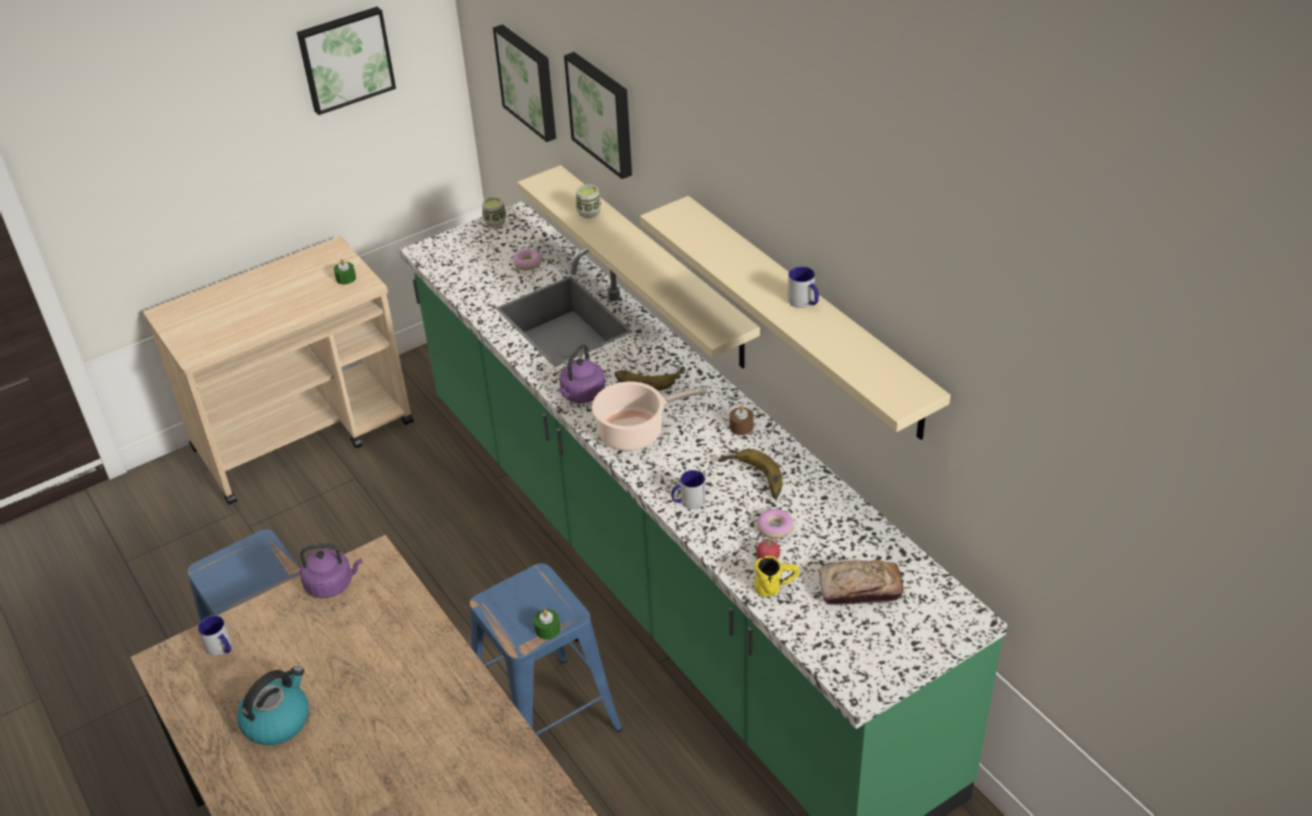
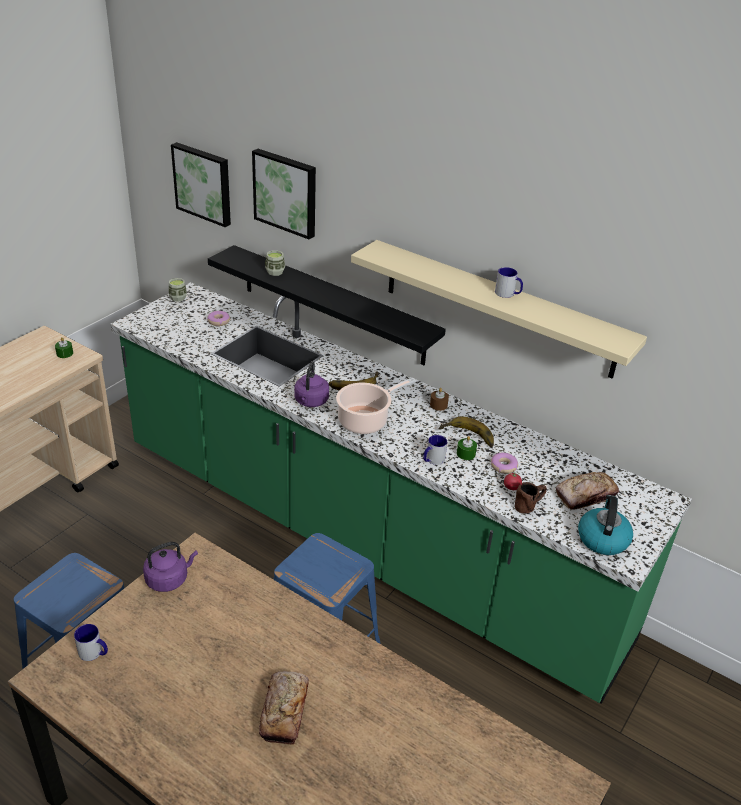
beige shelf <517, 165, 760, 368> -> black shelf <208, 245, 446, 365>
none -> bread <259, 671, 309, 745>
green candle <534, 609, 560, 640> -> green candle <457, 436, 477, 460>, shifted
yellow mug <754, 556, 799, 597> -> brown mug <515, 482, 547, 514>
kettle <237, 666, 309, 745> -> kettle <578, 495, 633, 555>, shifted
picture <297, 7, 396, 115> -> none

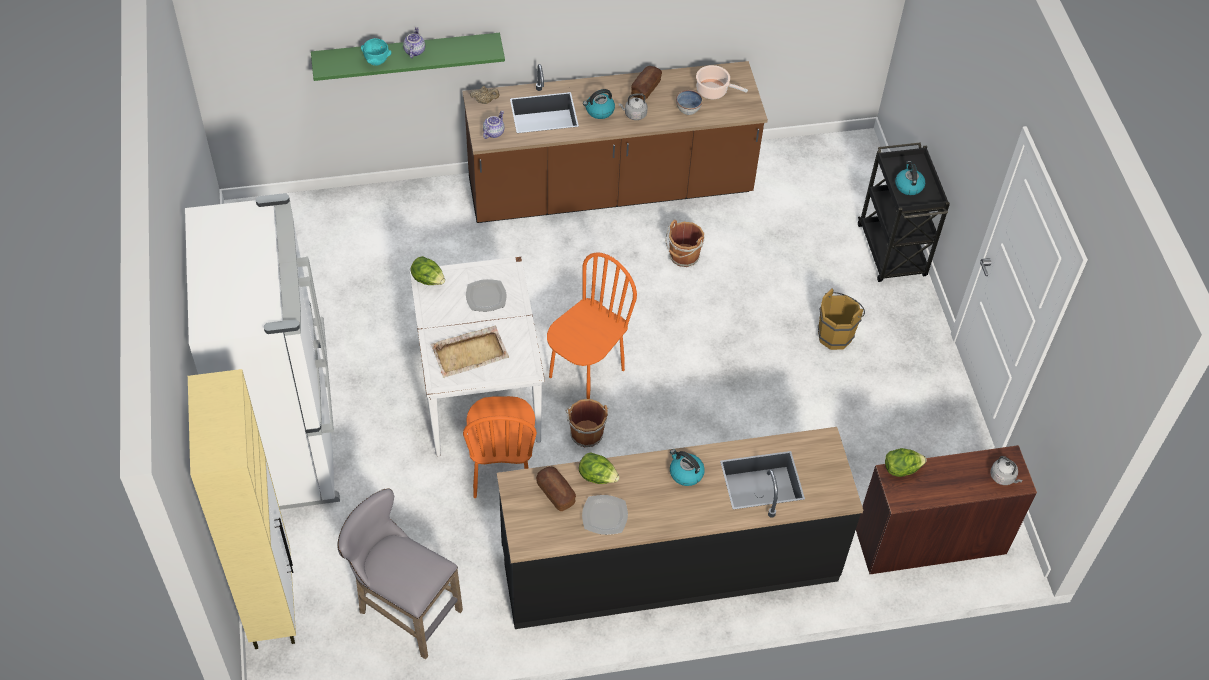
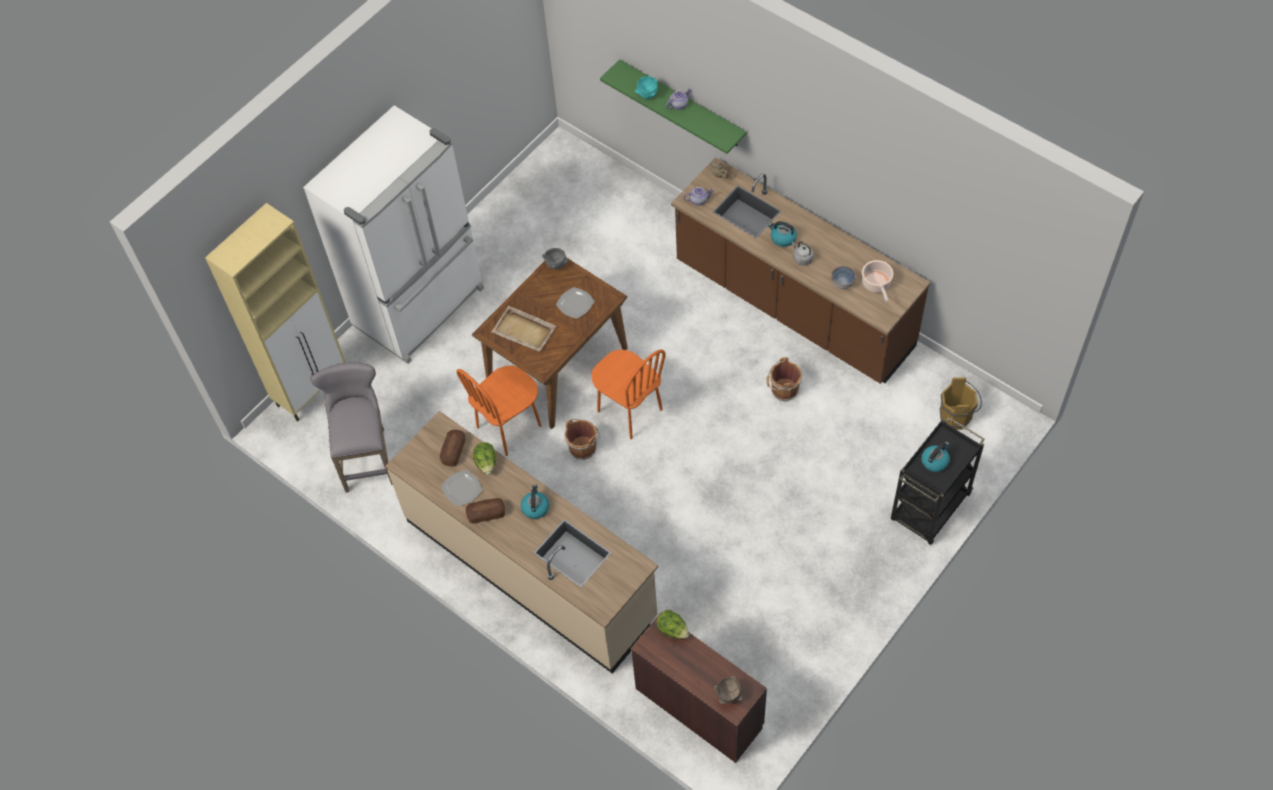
black counter <497, 427, 863, 629> -> beige counter <385, 411, 658, 673>
bread <631, 66, 662, 100> -> bread <466, 498, 505, 523>, shifted
white dining table <410, 256, 545, 456> -> brown dining table <472, 258, 628, 429>
lettuce <410, 256, 445, 285> -> grey bowl <542, 248, 568, 270>
orange chair <547, 252, 637, 399> -> orange chair <591, 349, 666, 439>, 45 degrees clockwise
grey kettle <990, 456, 1022, 485> -> brown bowl <714, 676, 742, 705>
brown bucket <818, 289, 865, 350> -> brown bucket <940, 377, 982, 430>, shifted

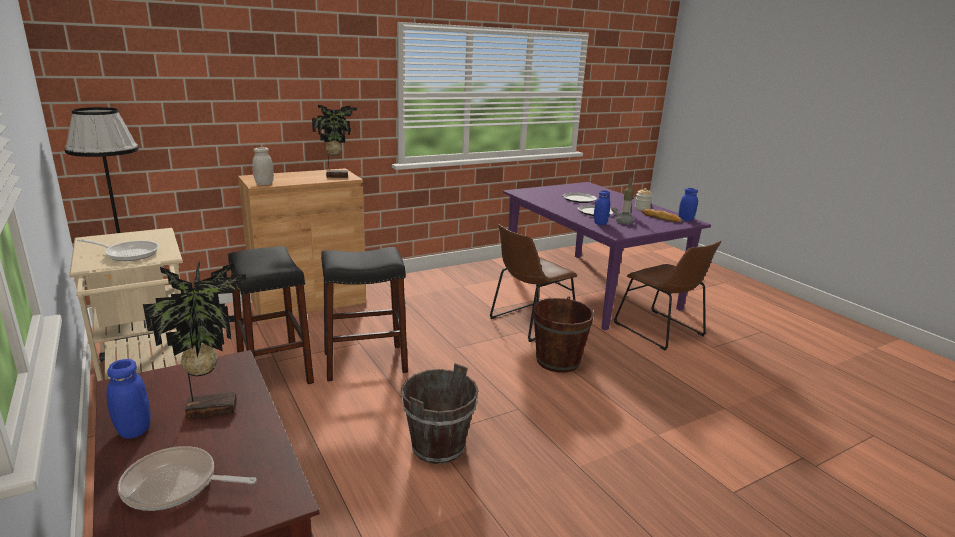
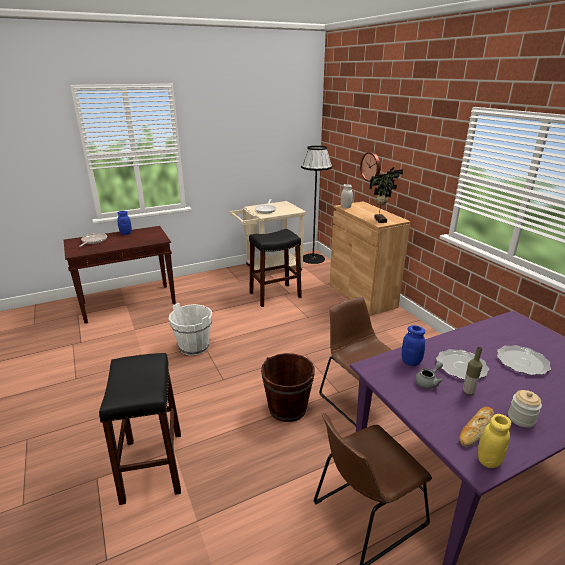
black stool <321, 247, 408, 381> -> black stool <99, 353, 181, 505>, shifted
brown bucket <401, 363, 479, 464> -> white bucket <169, 303, 212, 356>
none -> wall clock <360, 152, 381, 182>
blue jar <679, 188, 698, 221> -> yellow jar <478, 414, 511, 468>
potted plant <143, 260, 247, 419> -> none

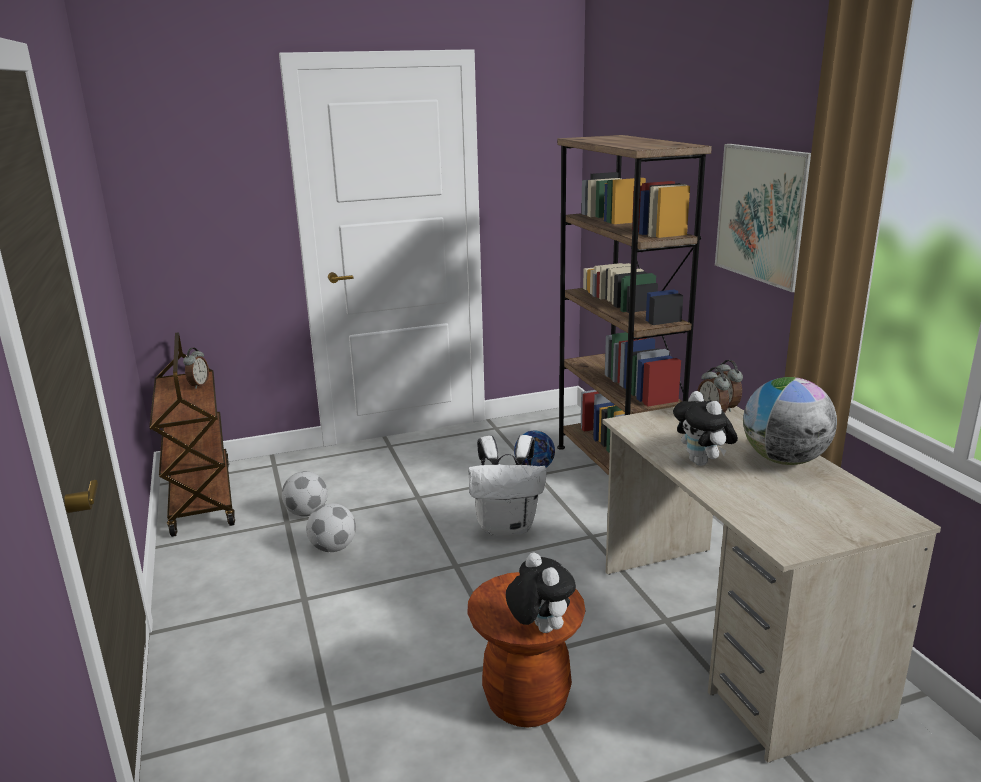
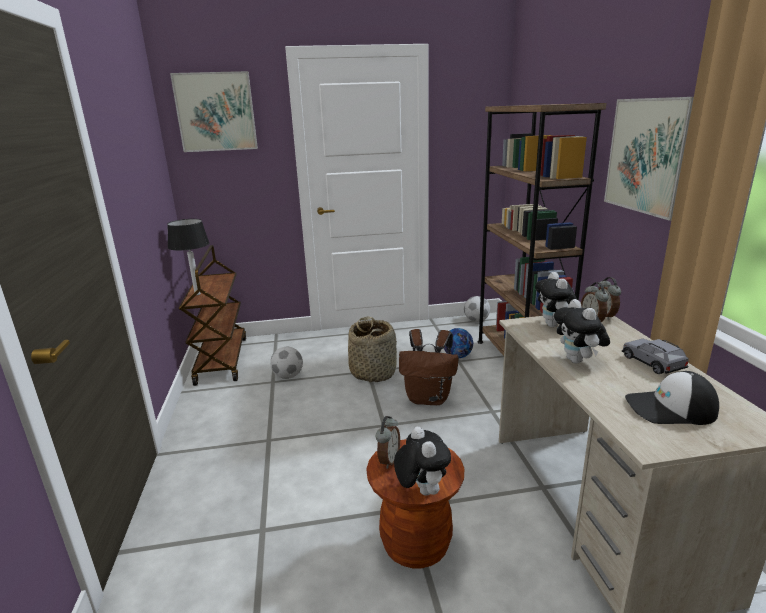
none -> table lamp <167, 219, 209, 295>
none -> picture <170, 71, 258, 152>
none -> basket <348, 317, 397, 382>
alarm clock <183, 348, 209, 389> -> alarm clock <376, 416, 400, 469>, shifted
white backpack <469, 435, 547, 536> -> brown backpack <399, 329, 459, 405>
football <306, 503, 356, 552> -> football <464, 296, 490, 322>, shifted
none -> plush toy <535, 272, 577, 327>
globe <743, 377, 837, 465> -> grey toy car <622, 339, 689, 374>
none -> cap <625, 371, 719, 425>

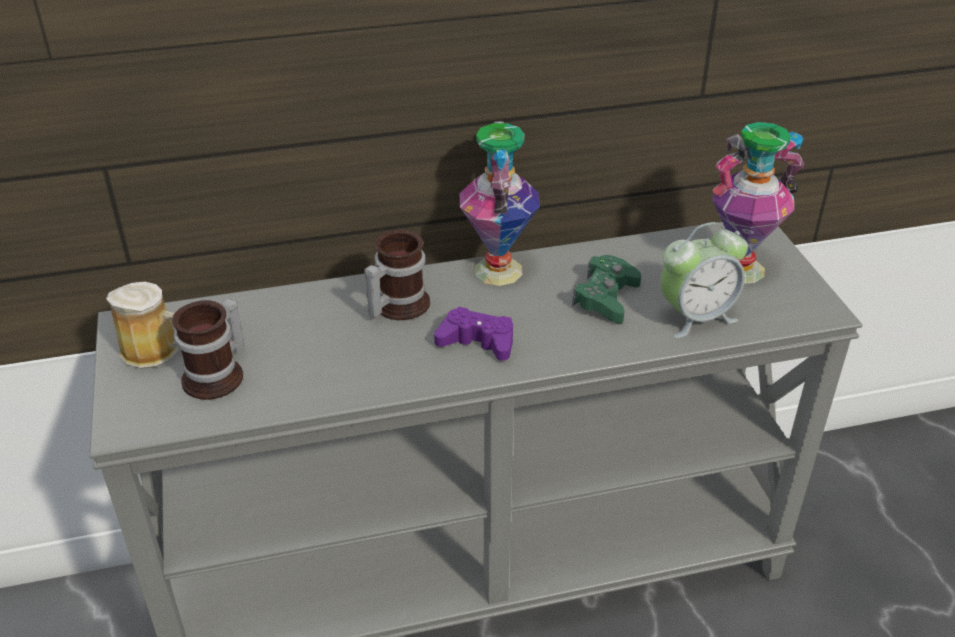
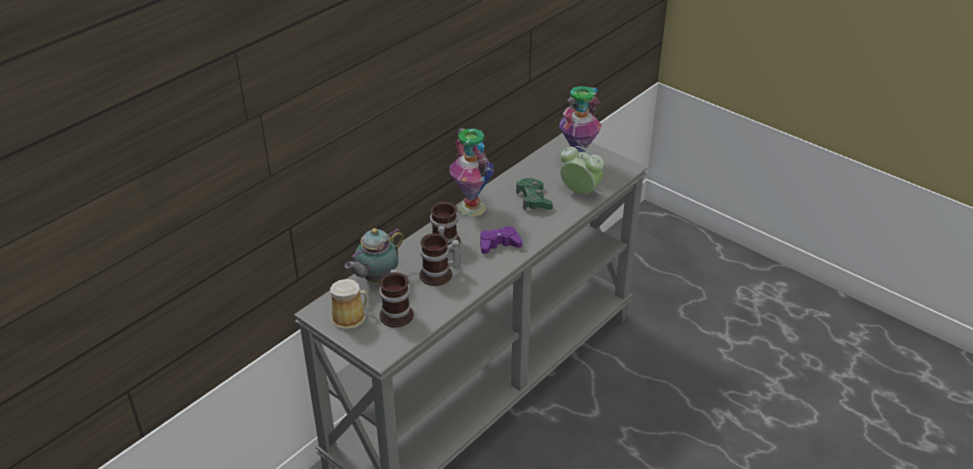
none -> teapot <345, 228, 404, 283>
none -> mug <419, 234, 460, 286>
alarm clock <660, 222, 748, 338> -> alarm clock <560, 146, 604, 195>, 90 degrees counterclockwise

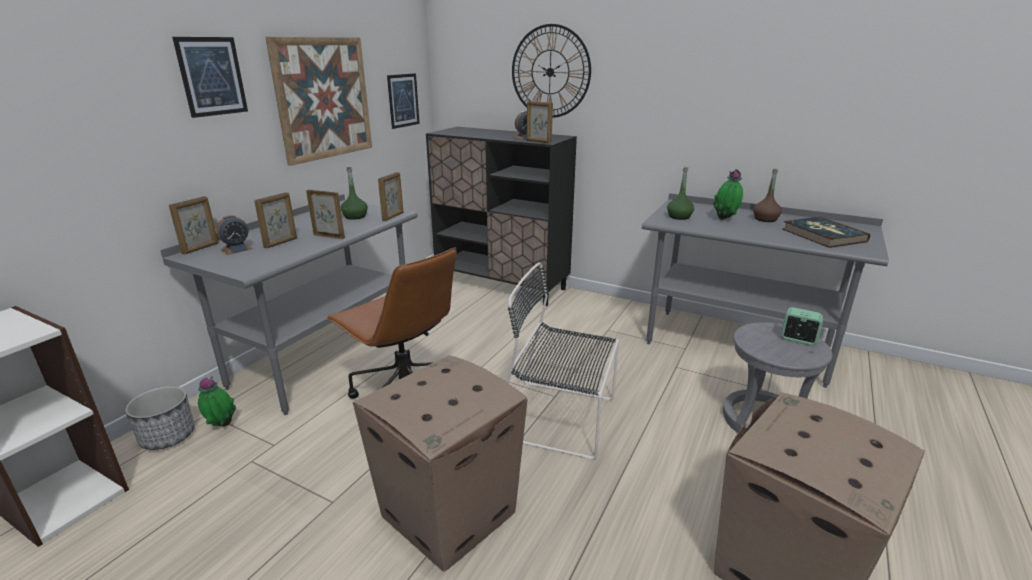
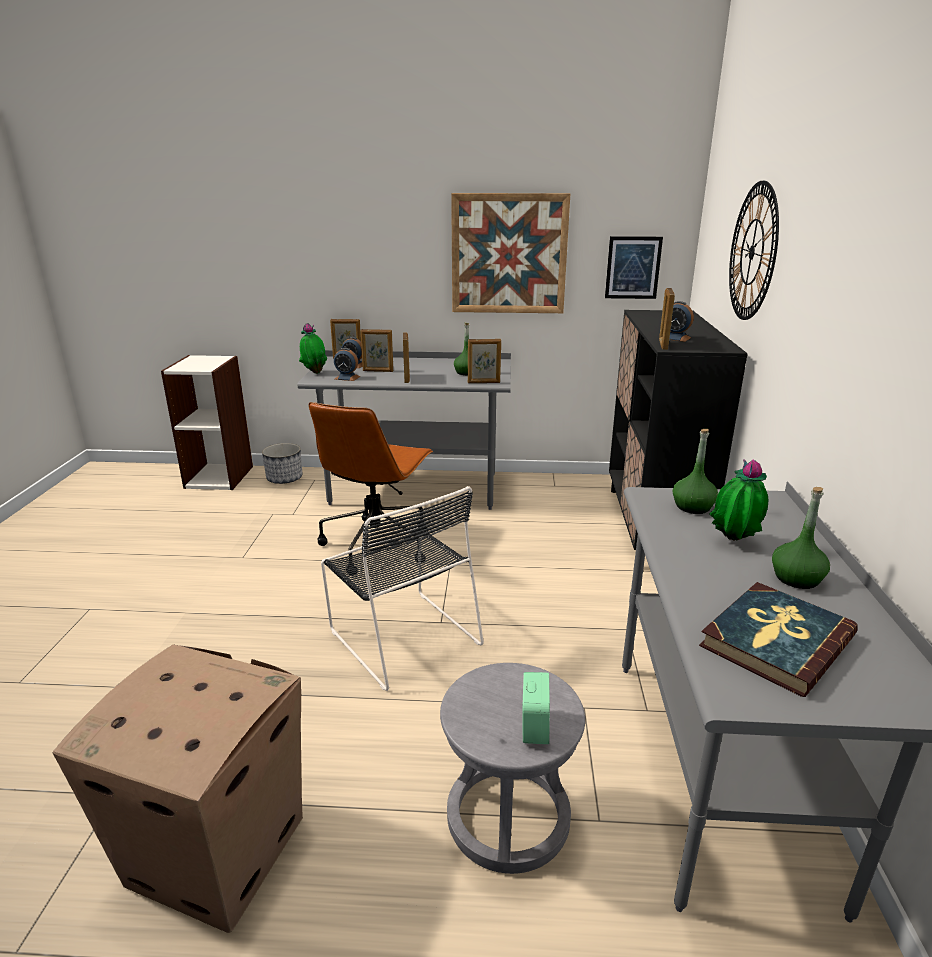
potted plant <198, 376, 236, 426> -> potted plant <299, 323, 328, 374>, shifted
black chair <506, 262, 619, 460> -> black chair <321, 486, 484, 691>, 150 degrees clockwise
none -> alarm clock <334, 348, 360, 381>
brown bottle <753, 168, 782, 222> -> green bottle <772, 487, 830, 589>
picture <172, 37, 248, 118> -> none
cardboard box <353, 355, 528, 572> -> none

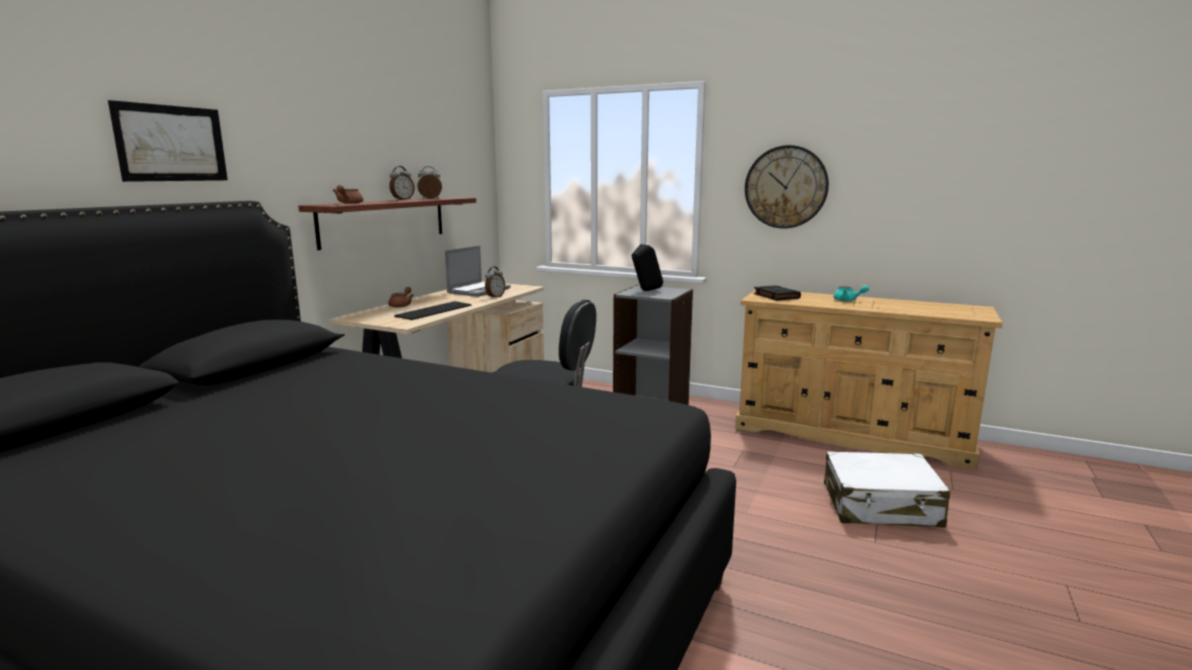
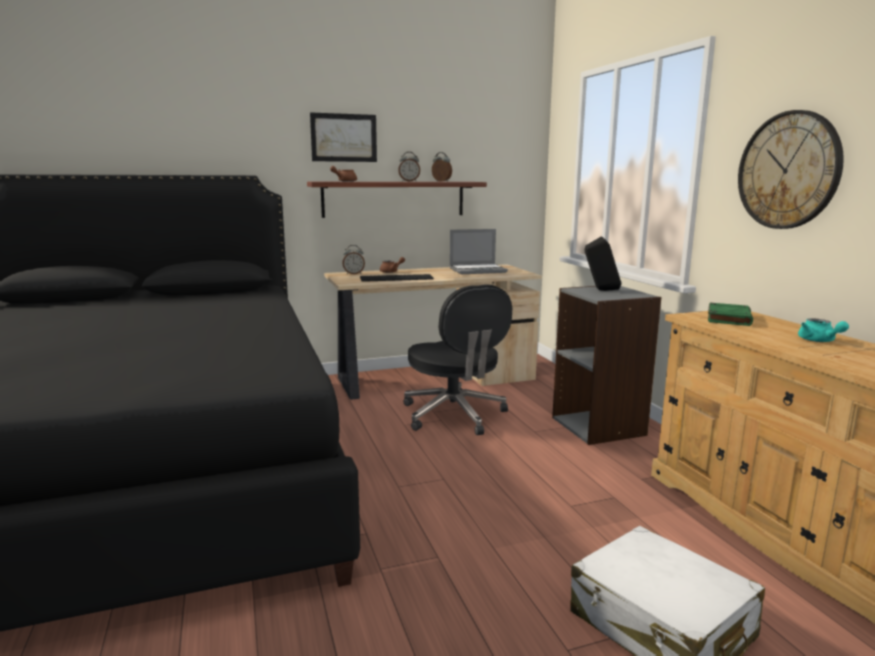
picture <108, 100, 228, 182> -> picture <310, 112, 377, 162>, shifted
alarm clock <485, 266, 505, 299> -> alarm clock <342, 245, 365, 274>, shifted
black book <754, 285, 801, 301> -> green book <708, 303, 753, 326>

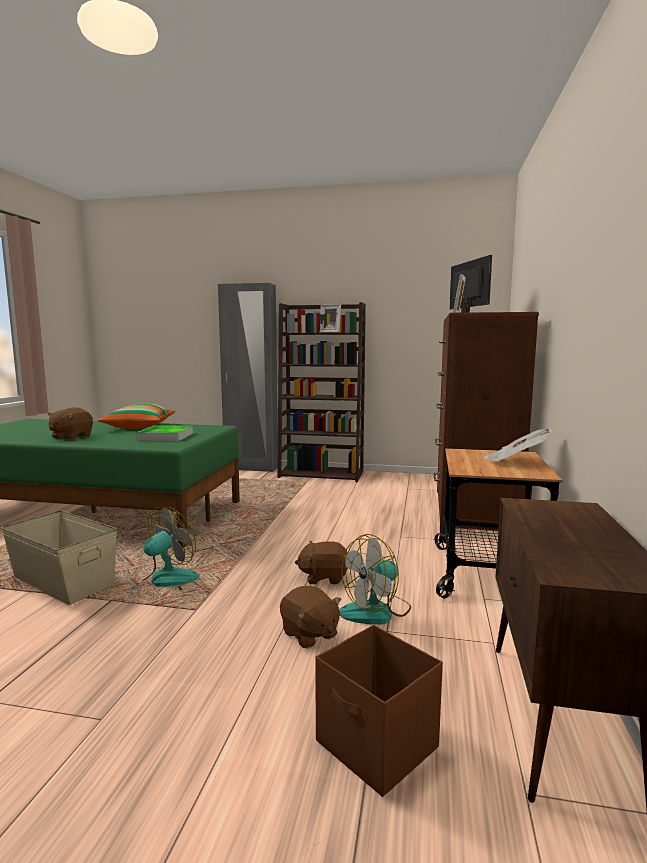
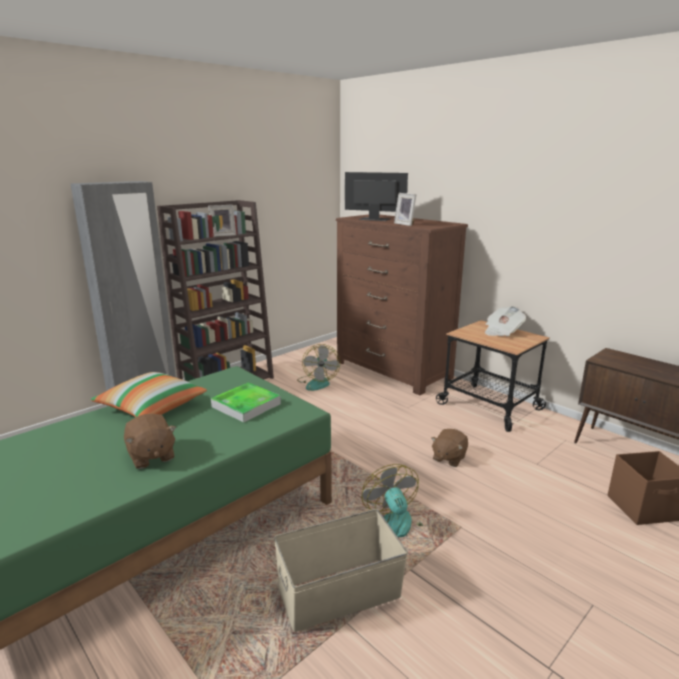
fan <339, 534, 411, 625> -> fan <297, 344, 340, 391>, shifted
brown plush toy <280, 586, 341, 648> -> none

